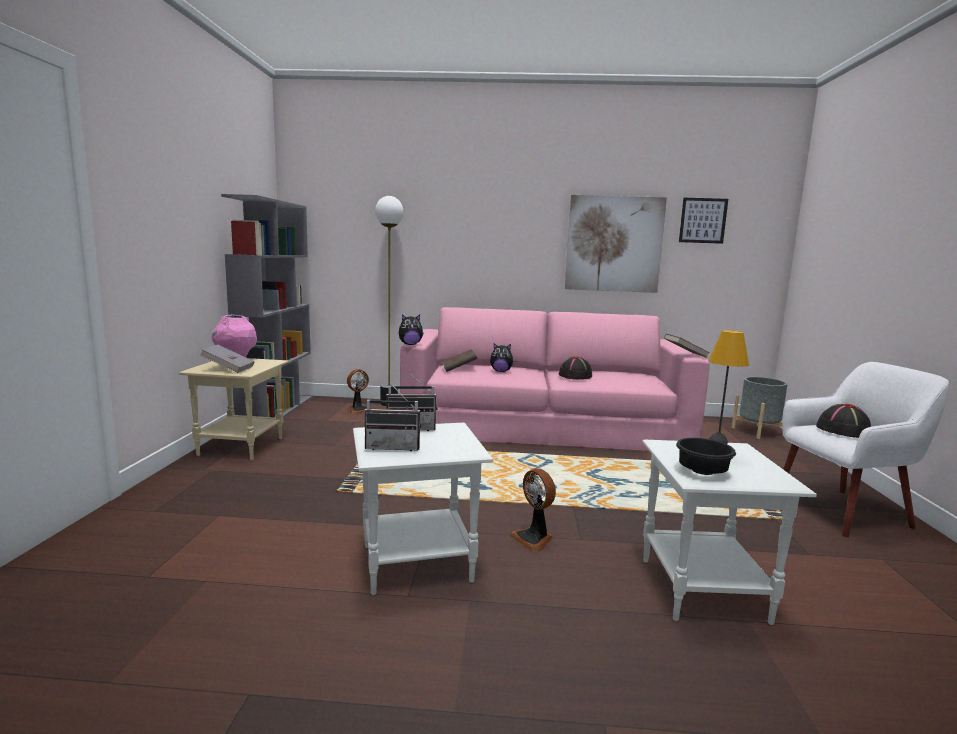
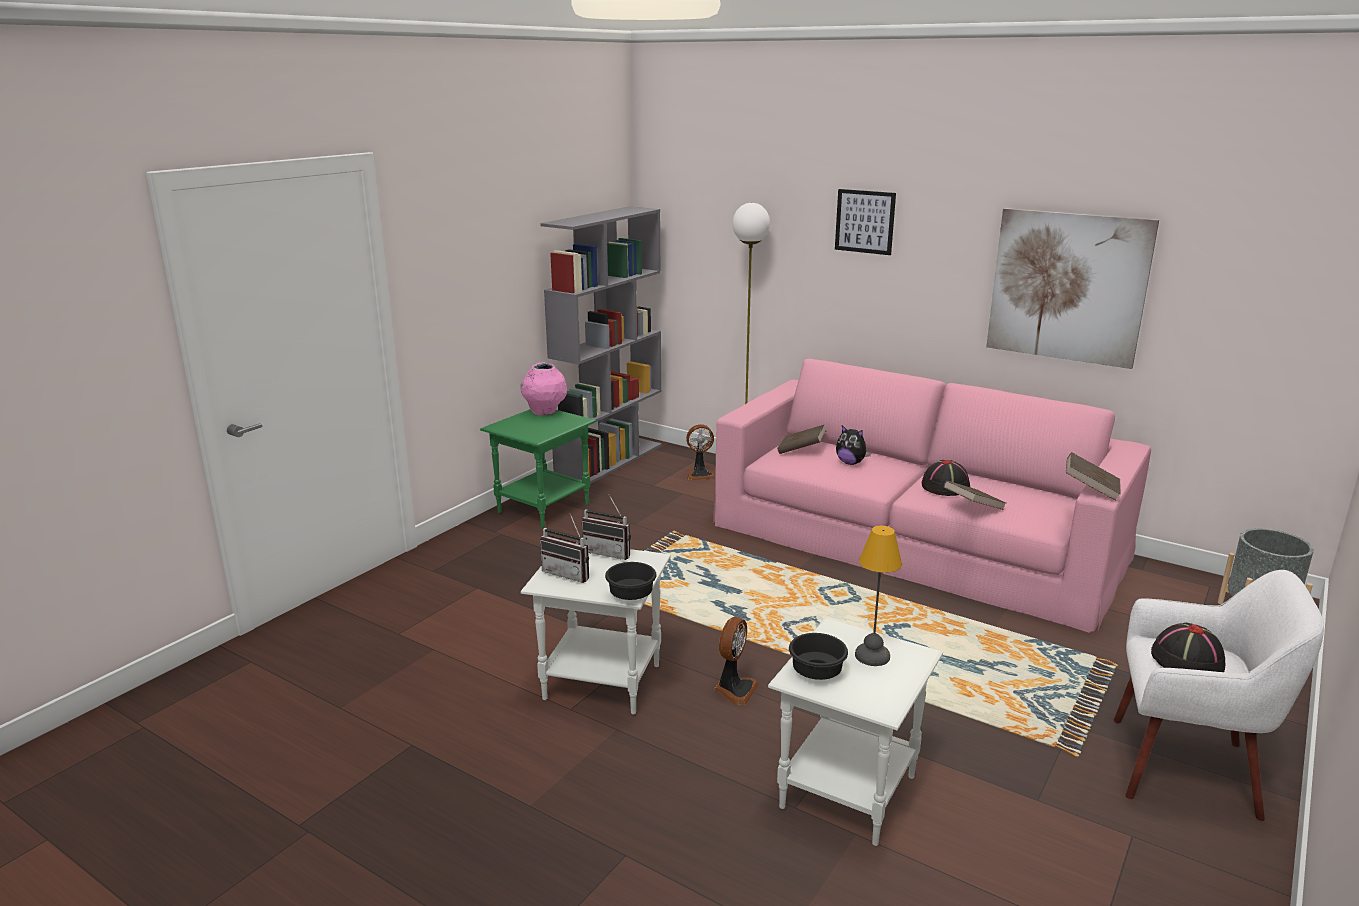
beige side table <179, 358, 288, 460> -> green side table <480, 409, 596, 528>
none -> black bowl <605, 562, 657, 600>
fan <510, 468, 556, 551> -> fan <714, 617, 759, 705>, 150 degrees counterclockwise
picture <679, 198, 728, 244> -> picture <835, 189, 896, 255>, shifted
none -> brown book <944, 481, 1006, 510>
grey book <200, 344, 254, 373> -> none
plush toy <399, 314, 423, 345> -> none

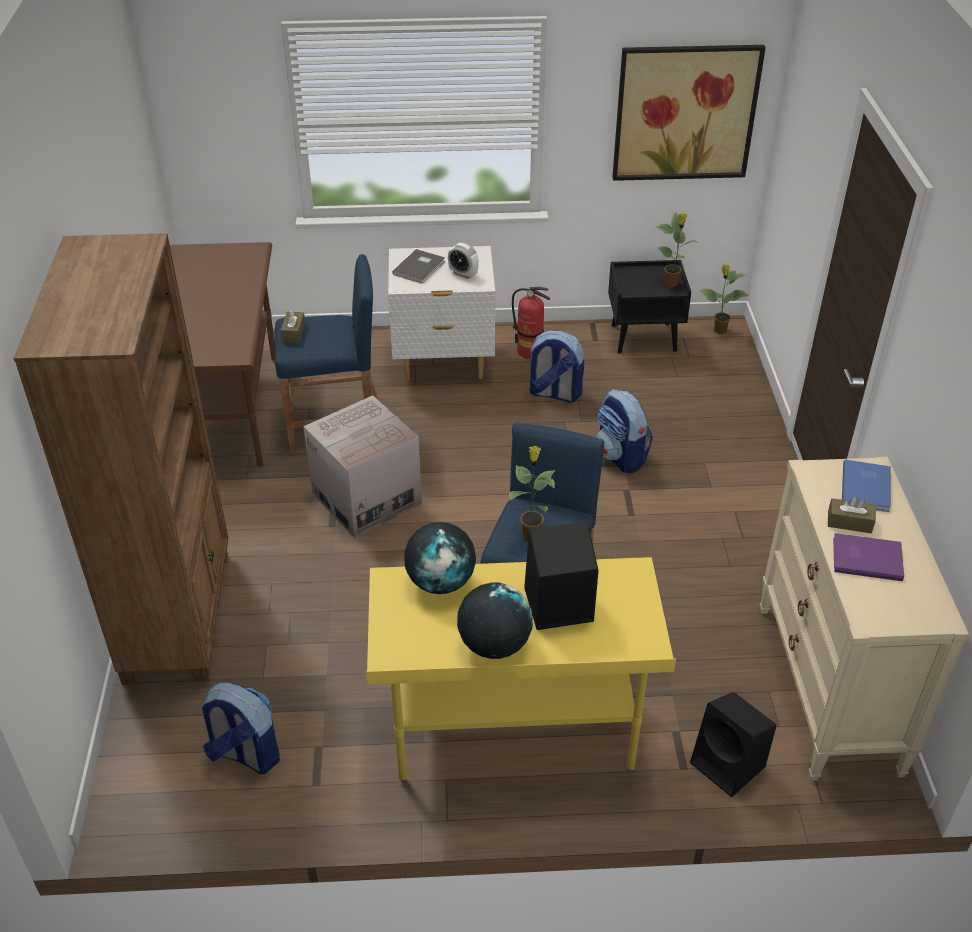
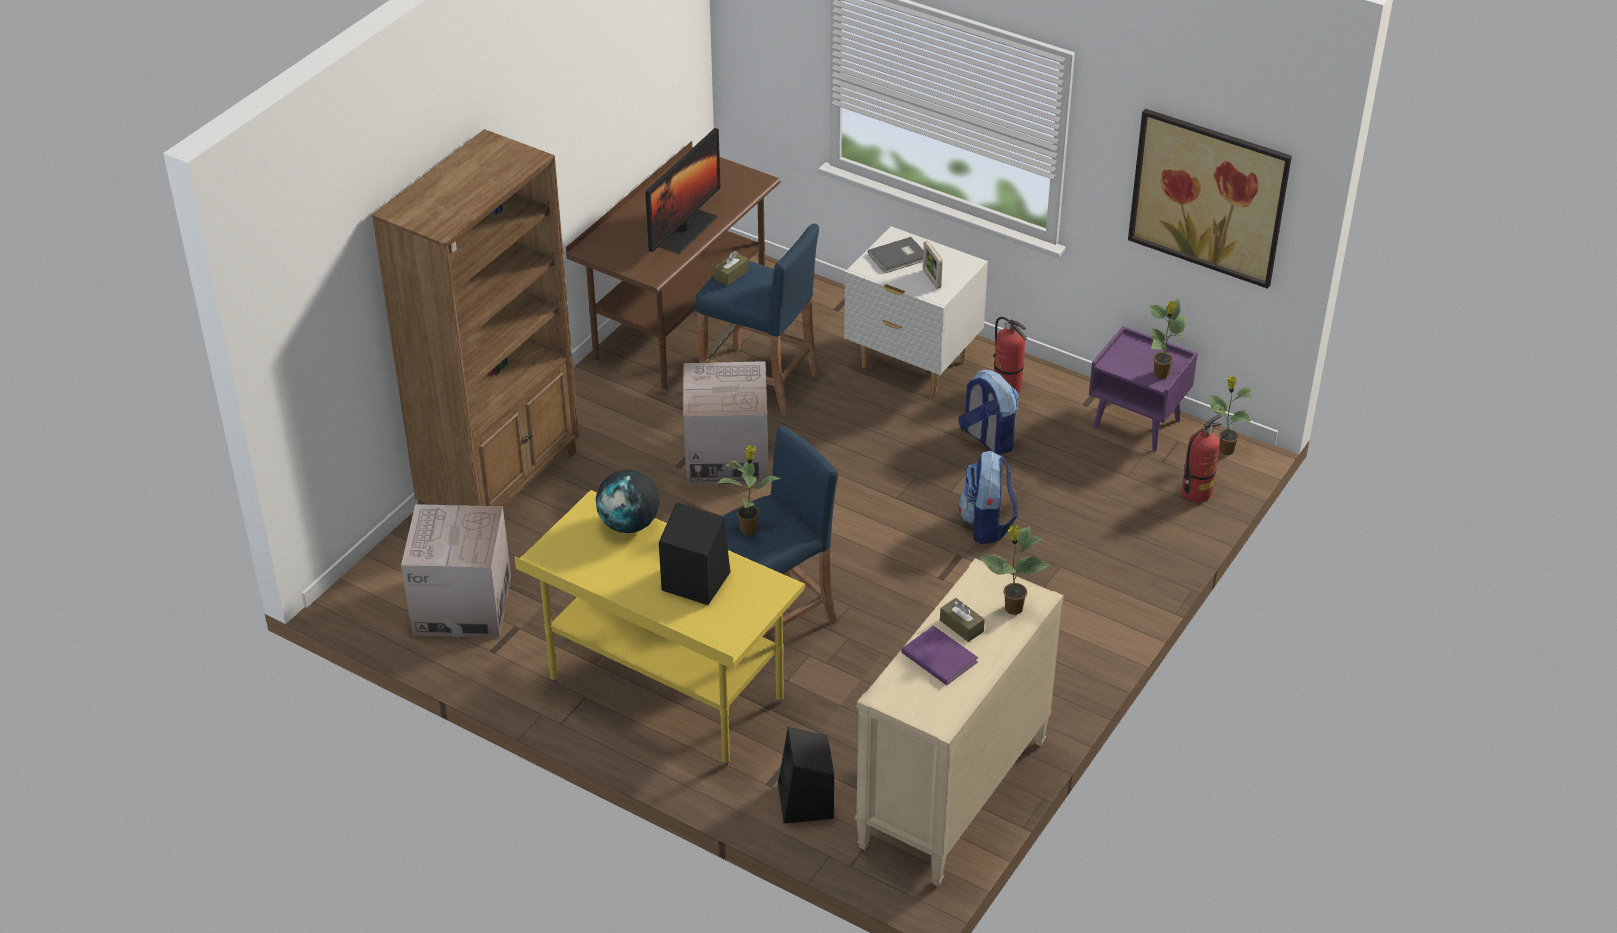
backpack <202, 682, 280, 774> -> cardboard box <401, 504, 511, 638>
none -> monitor <645, 128, 720, 254>
alarm clock <448, 243, 479, 279> -> picture frame <923, 241, 942, 289>
blue book <842, 459, 891, 512> -> potted plant <979, 525, 1051, 615>
black nightstand <608, 260, 691, 353> -> purple nightstand <1089, 326, 1198, 451>
none -> fire extinguisher <1182, 414, 1222, 503>
globe <457, 583, 533, 659> -> none

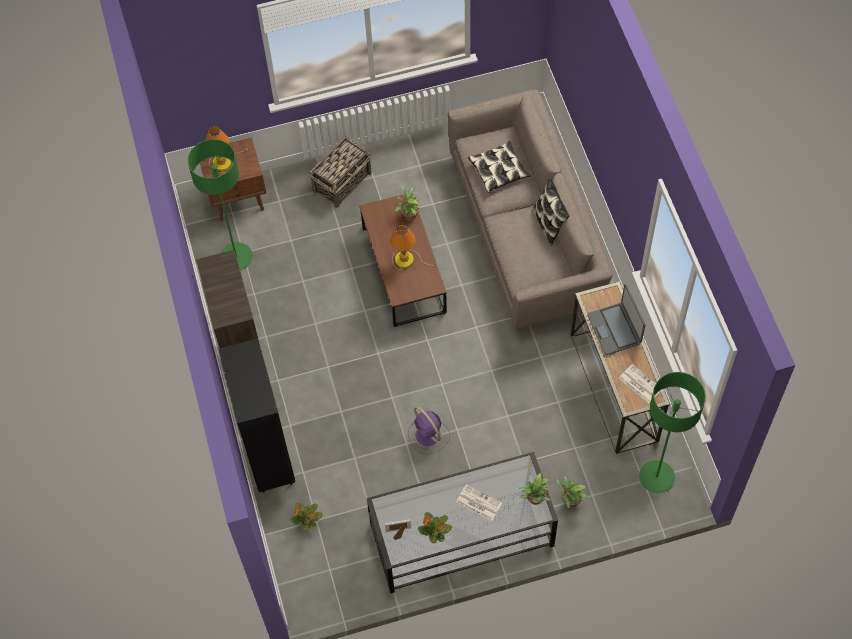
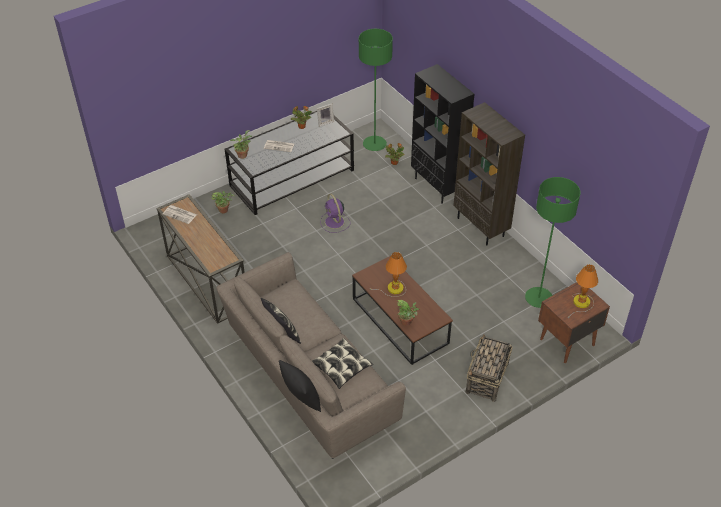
none -> black pillow <279, 360, 321, 412>
purple fan <408, 406, 450, 455> -> purple fan <320, 194, 351, 233>, 150 degrees counterclockwise
green floor lamp <639, 372, 706, 493> -> green floor lamp <359, 29, 393, 151>, shifted
laptop <587, 284, 645, 355> -> none

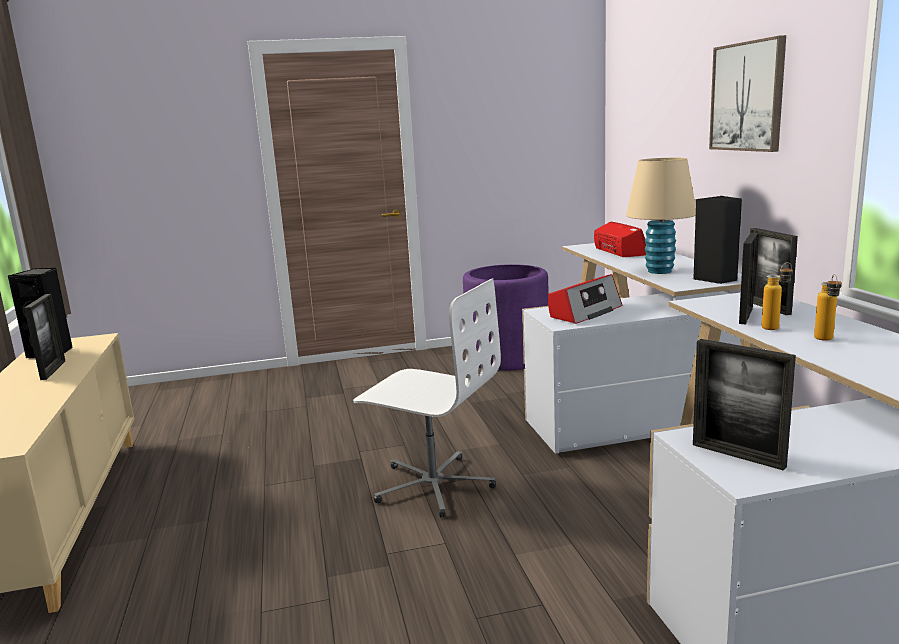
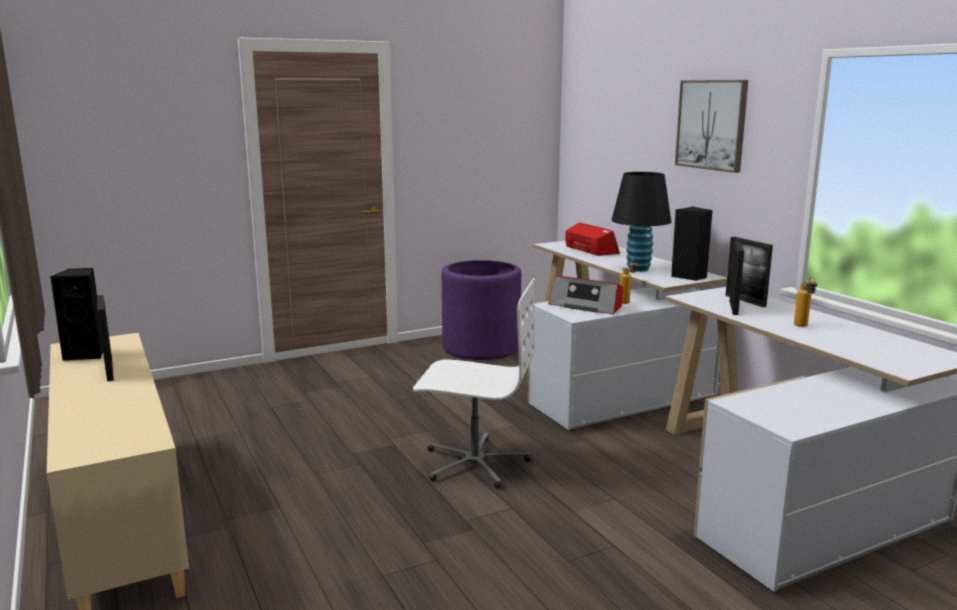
radio <548, 274, 622, 324> -> radio <548, 275, 623, 314>, 90 degrees clockwise
beige table lamp <626, 158, 696, 274> -> black table lamp <612, 172, 671, 272>
bottle <762, 262, 793, 330> -> bottle <620, 259, 637, 304>, shifted
picture frame <693, 339, 796, 470> -> none

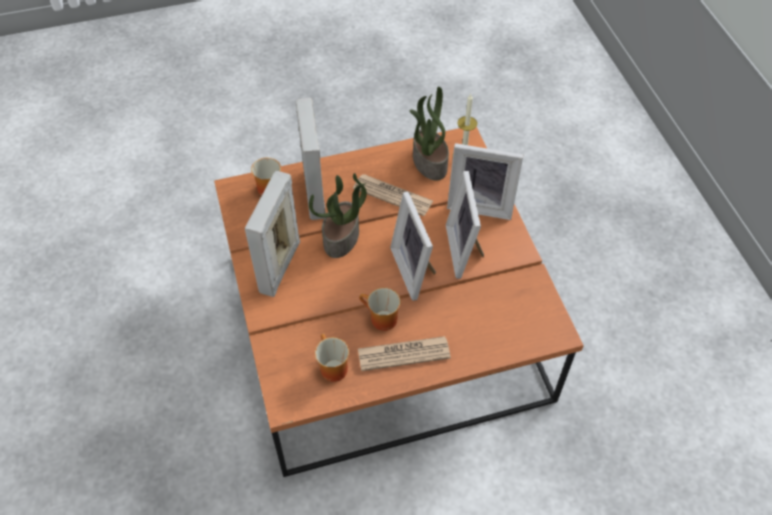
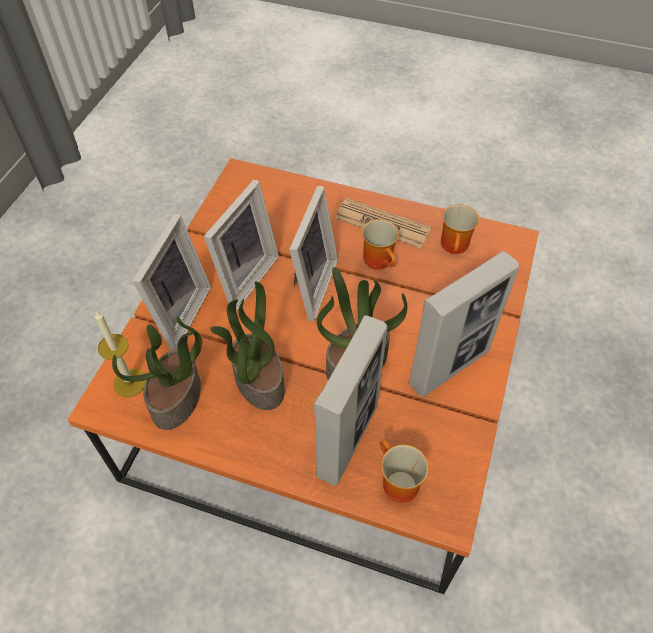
picture frame <447, 143, 523, 220> -> picture frame <132, 213, 211, 350>, 60 degrees clockwise
newspaper <353, 174, 433, 216> -> potted plant <210, 281, 285, 410>

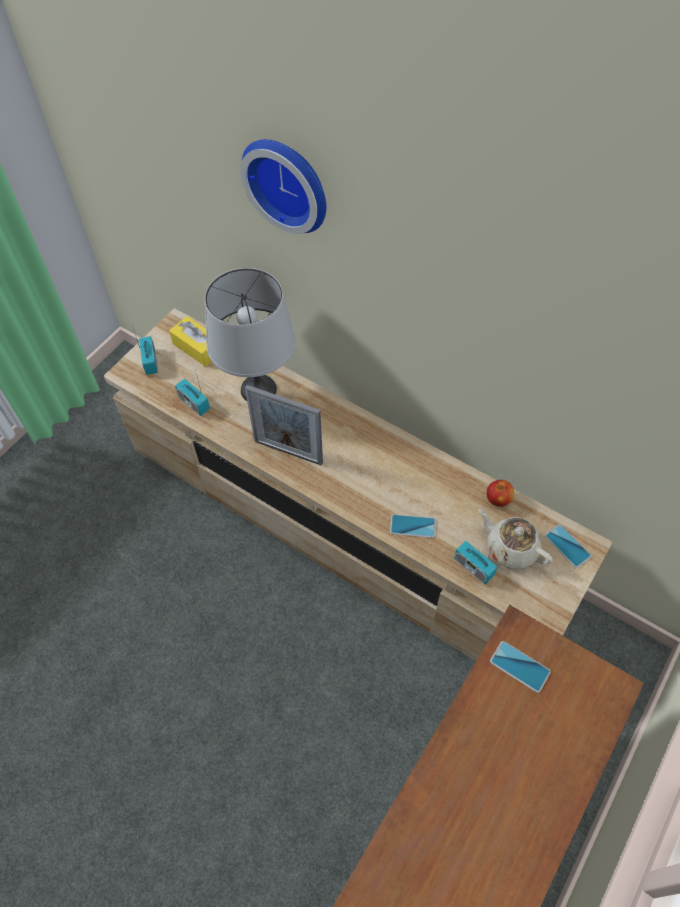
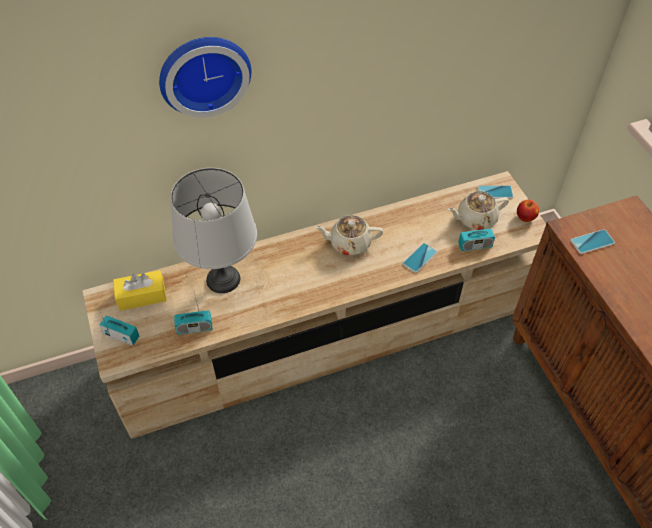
none -> beige teapot <315, 215, 383, 256>
apple <487, 480, 514, 507> -> apple <517, 200, 539, 222>, shifted
picture frame <245, 385, 323, 466> -> none

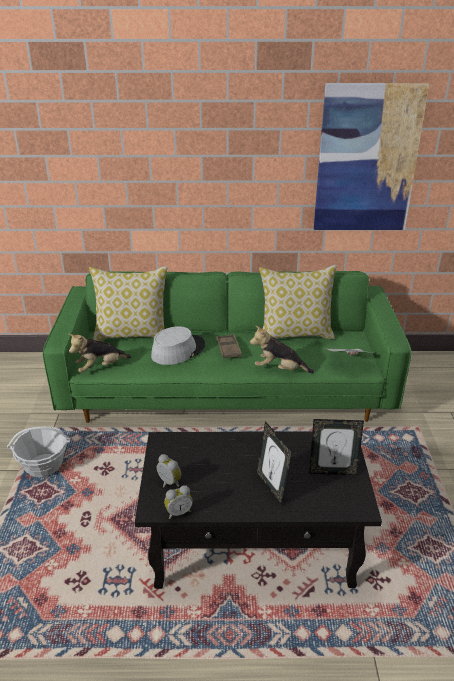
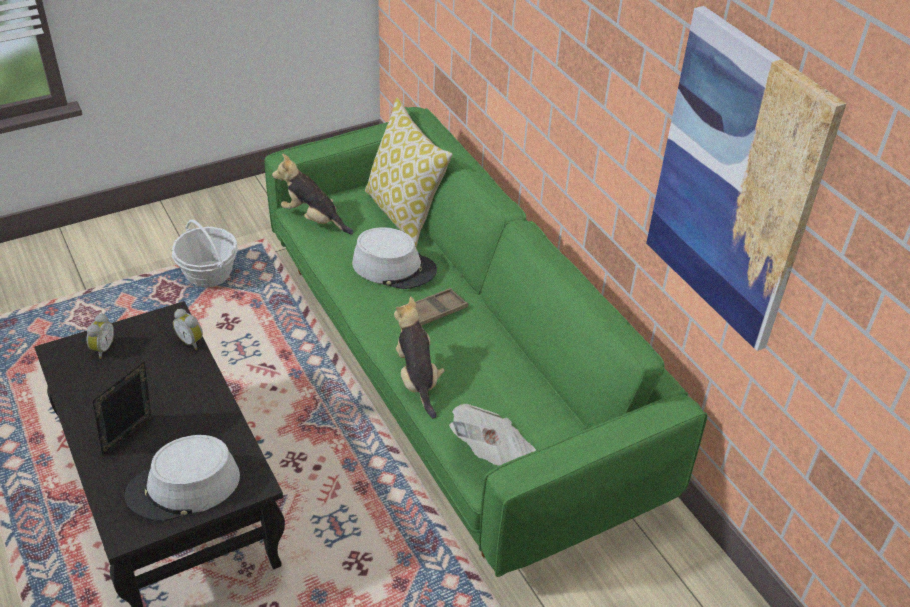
picture frame <309, 419, 364, 475> -> grey hat <125, 435, 240, 521>
alarm clock <164, 485, 193, 519> -> alarm clock <173, 309, 203, 350>, shifted
pillow <259, 265, 337, 339> -> none

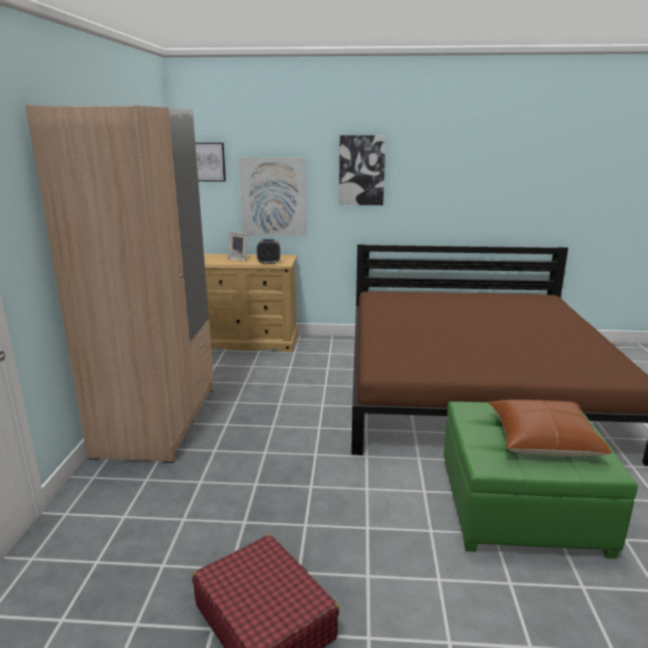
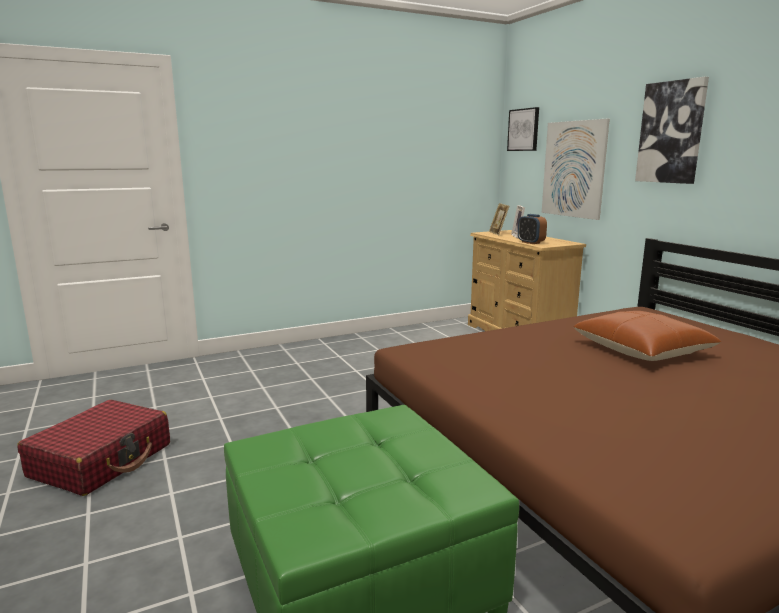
none -> picture frame <489, 203, 509, 235>
brown pillow <488, 400, 612, 457> -> brown pillow <573, 311, 721, 361>, shifted
beige wardrobe <26, 105, 214, 463> -> none

